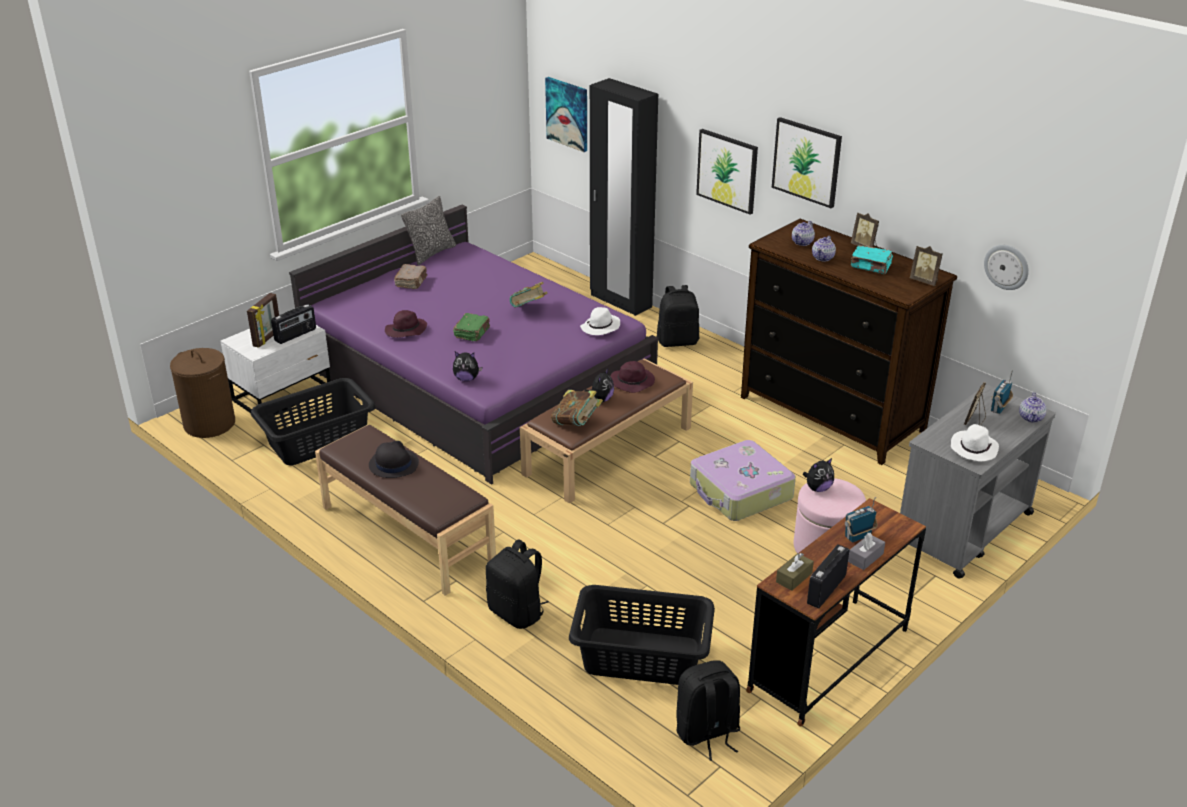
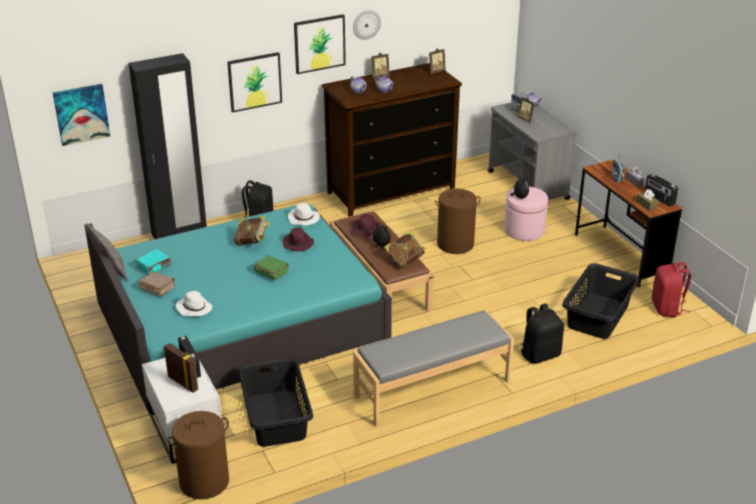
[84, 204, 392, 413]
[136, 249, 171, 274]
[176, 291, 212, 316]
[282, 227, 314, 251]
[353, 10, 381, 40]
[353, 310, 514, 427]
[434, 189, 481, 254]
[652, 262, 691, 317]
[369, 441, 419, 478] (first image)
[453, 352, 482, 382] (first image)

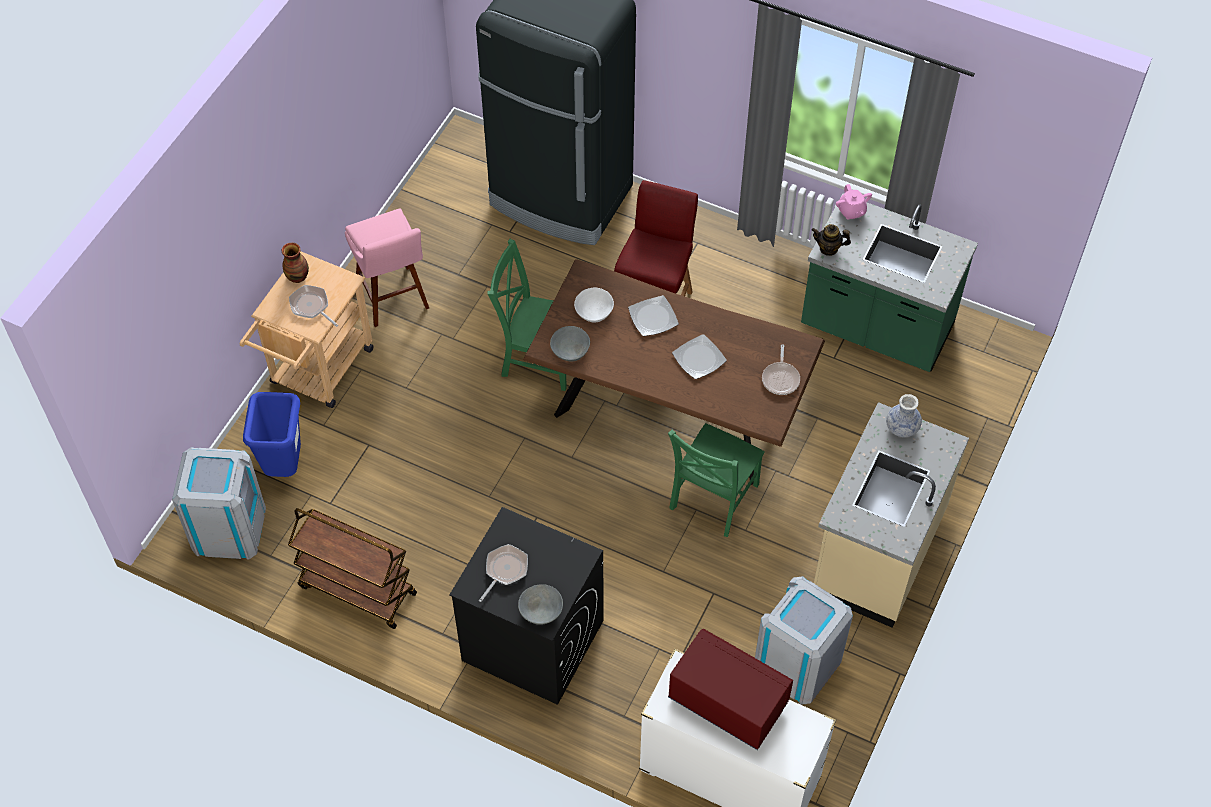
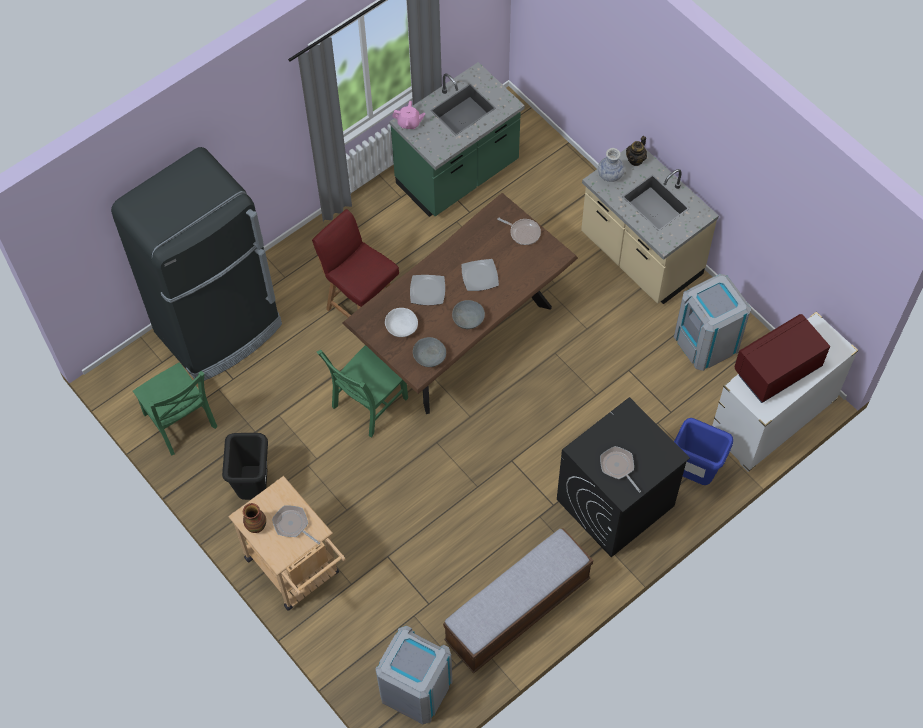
[133, 362, 217, 456]
[222, 433, 268, 500]
[272, 505, 320, 544]
[443, 528, 593, 673]
[452, 300, 485, 329]
[626, 136, 647, 166]
[674, 418, 733, 485]

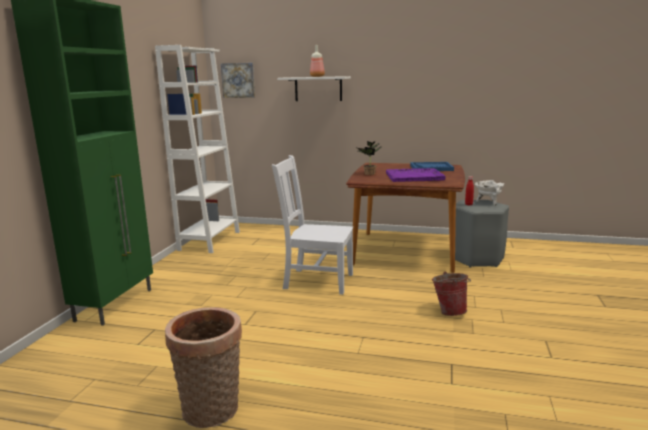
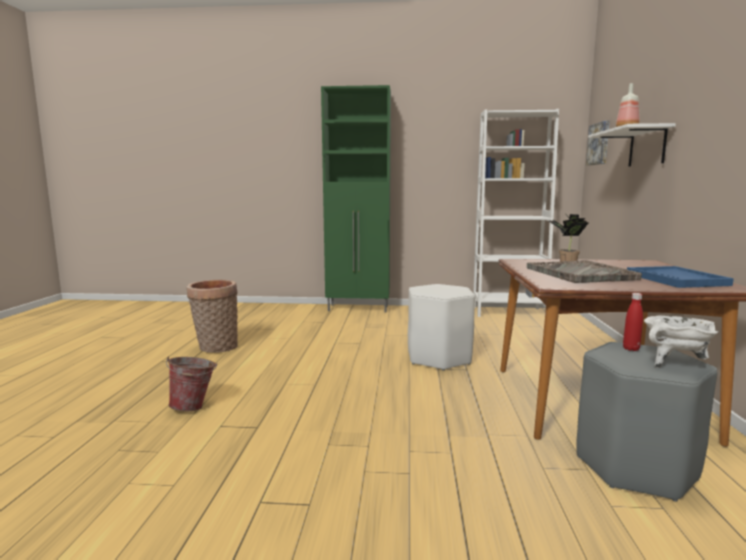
[166, 357, 217, 411]
[408, 284, 475, 371]
[527, 260, 642, 283]

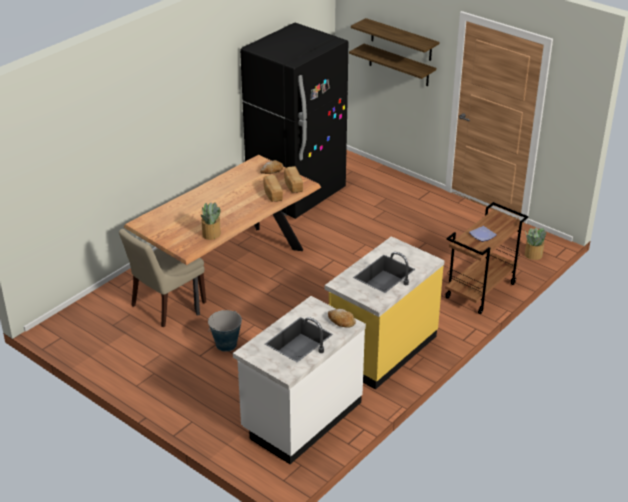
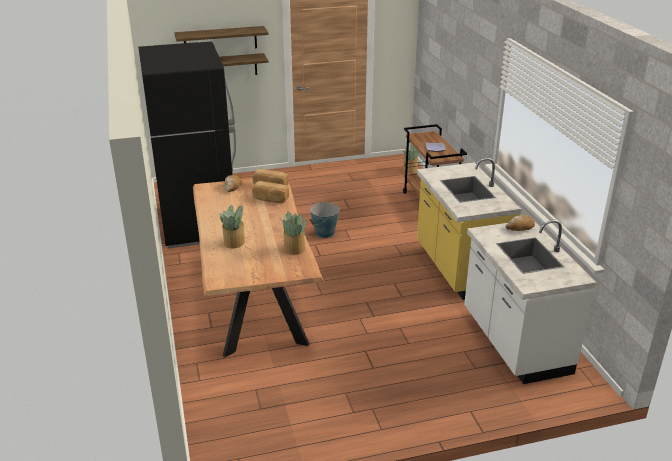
[219, 204, 245, 249]
[310, 201, 340, 238]
[119, 229, 206, 327] (first image)

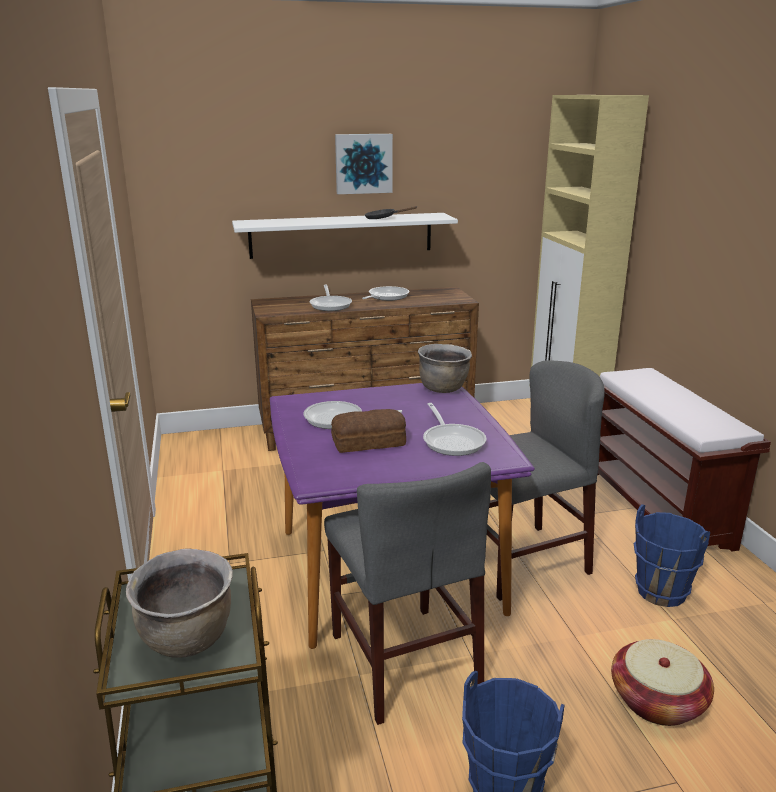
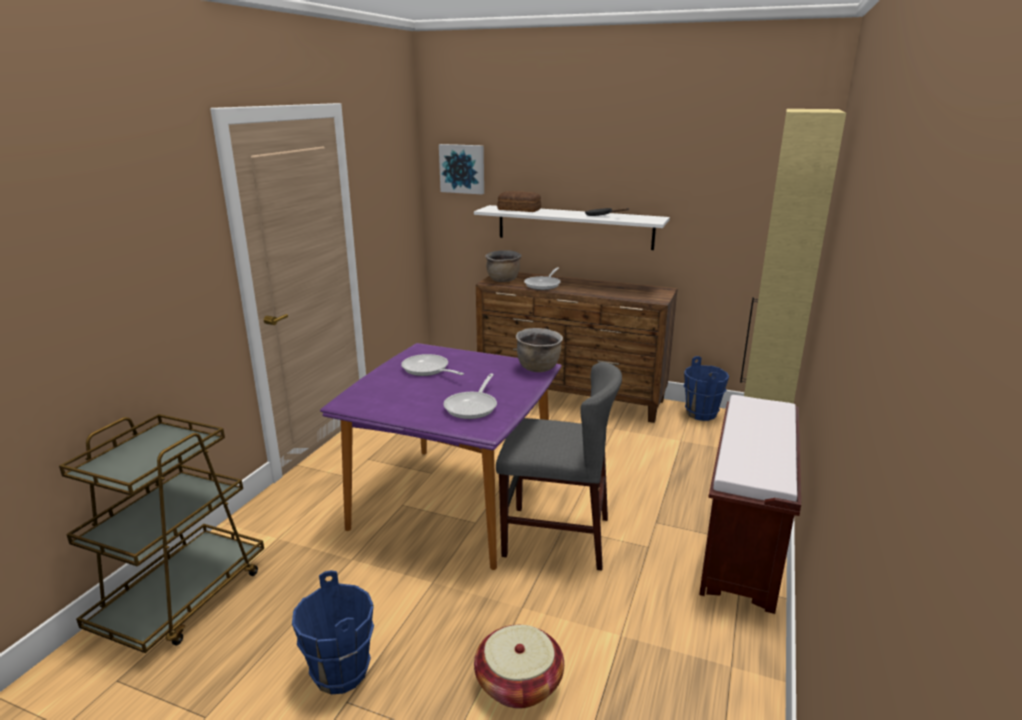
[439, 144, 484, 194]
[485, 250, 521, 282]
[497, 191, 541, 212]
[684, 356, 729, 421]
[324, 462, 491, 725] (first image)
[362, 286, 409, 301] (first image)

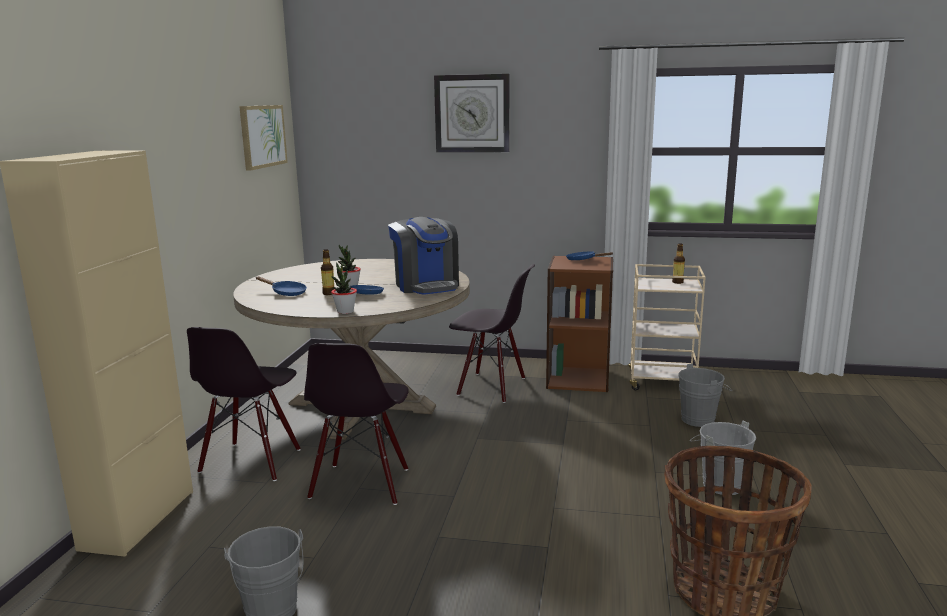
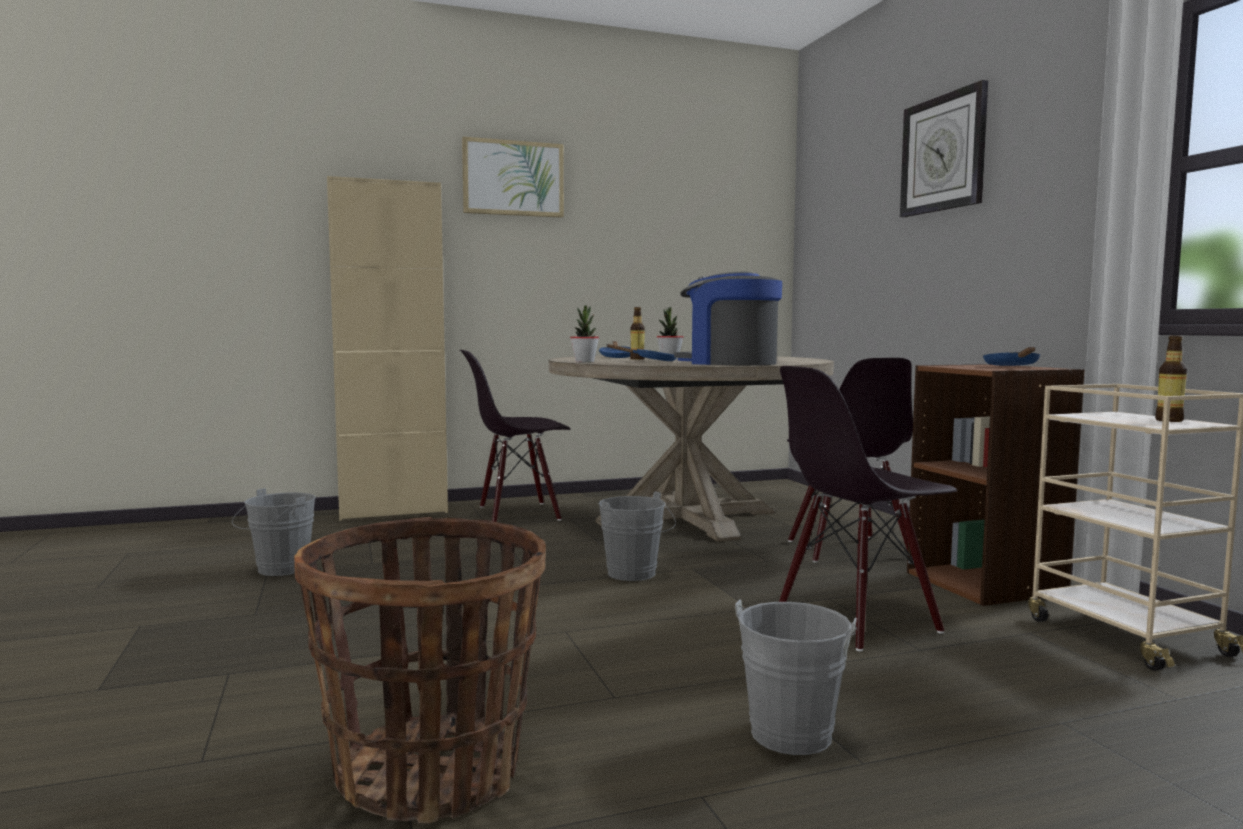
[462, 137, 564, 218]
[599, 491, 676, 581]
[674, 272, 782, 366]
[779, 366, 957, 651]

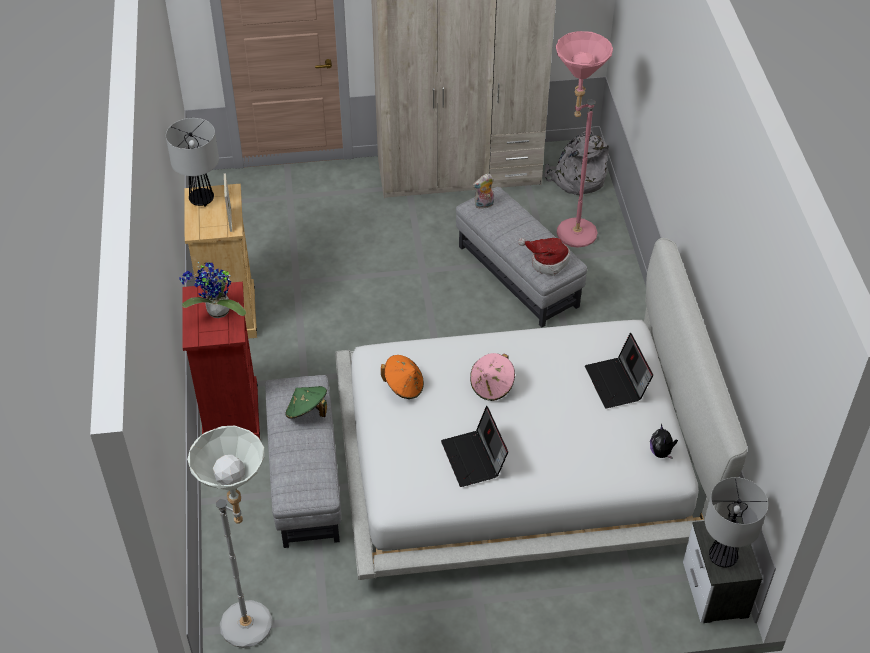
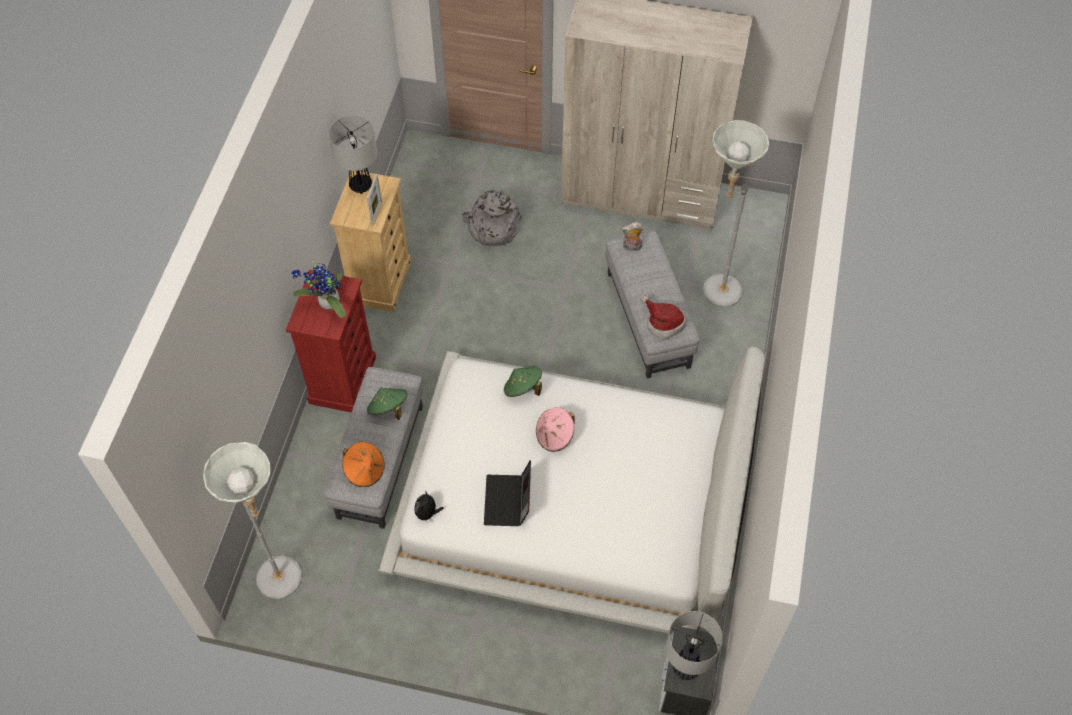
[342, 442, 384, 487]
[414, 492, 443, 523]
[462, 189, 522, 246]
[504, 366, 542, 397]
[703, 120, 769, 307]
[585, 333, 653, 408] (first image)

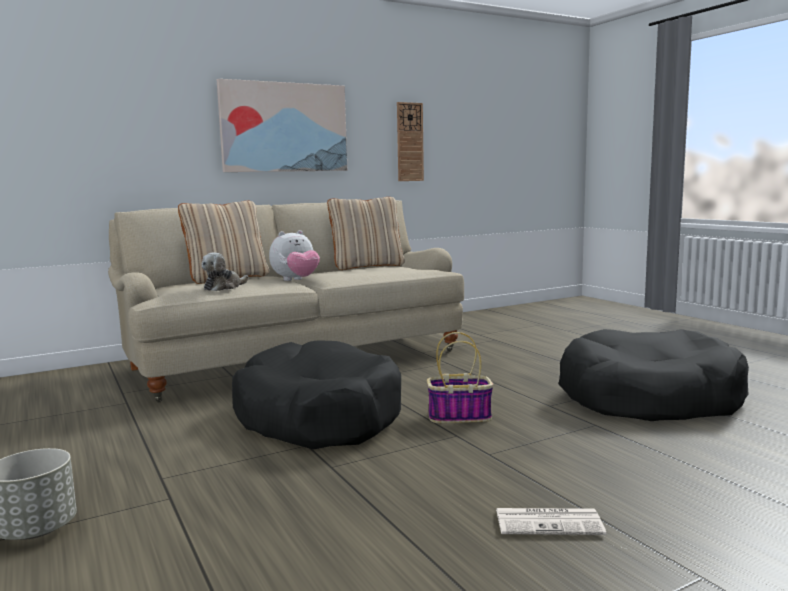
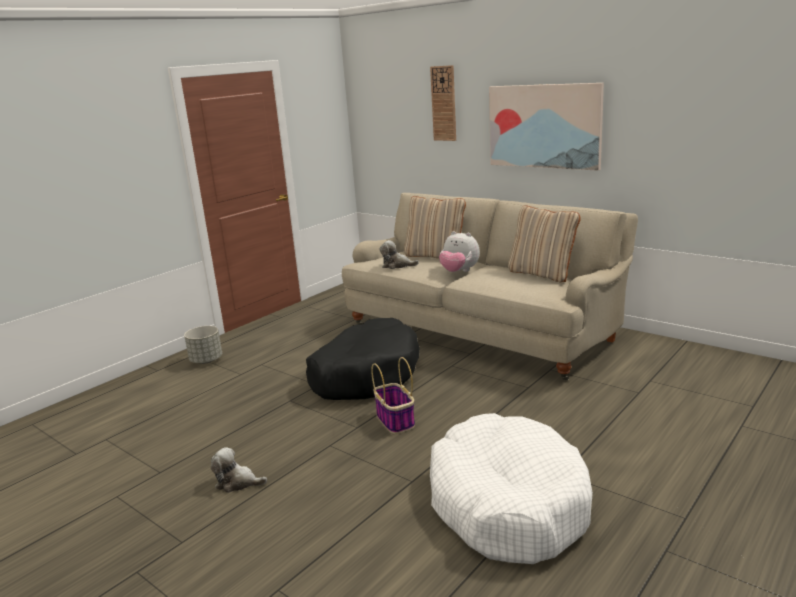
[211, 448, 267, 493]
[430, 65, 456, 141]
[430, 413, 593, 564]

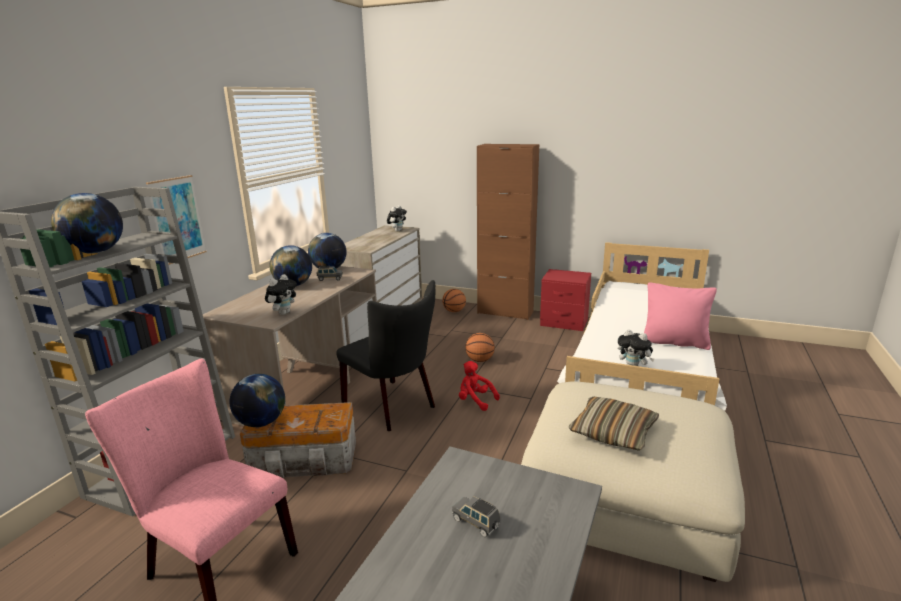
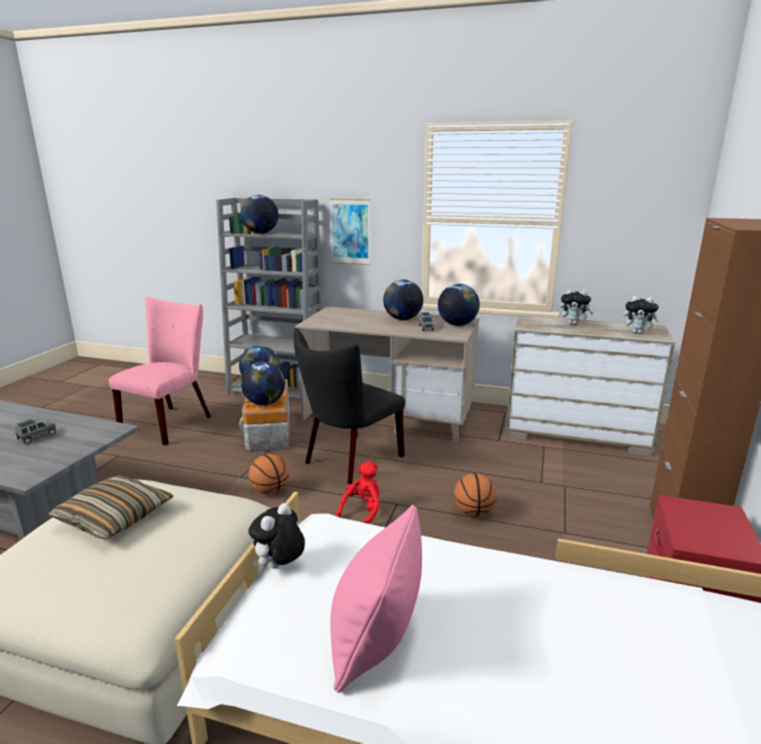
[241, 362, 285, 405]
[249, 454, 289, 494]
[560, 288, 594, 325]

